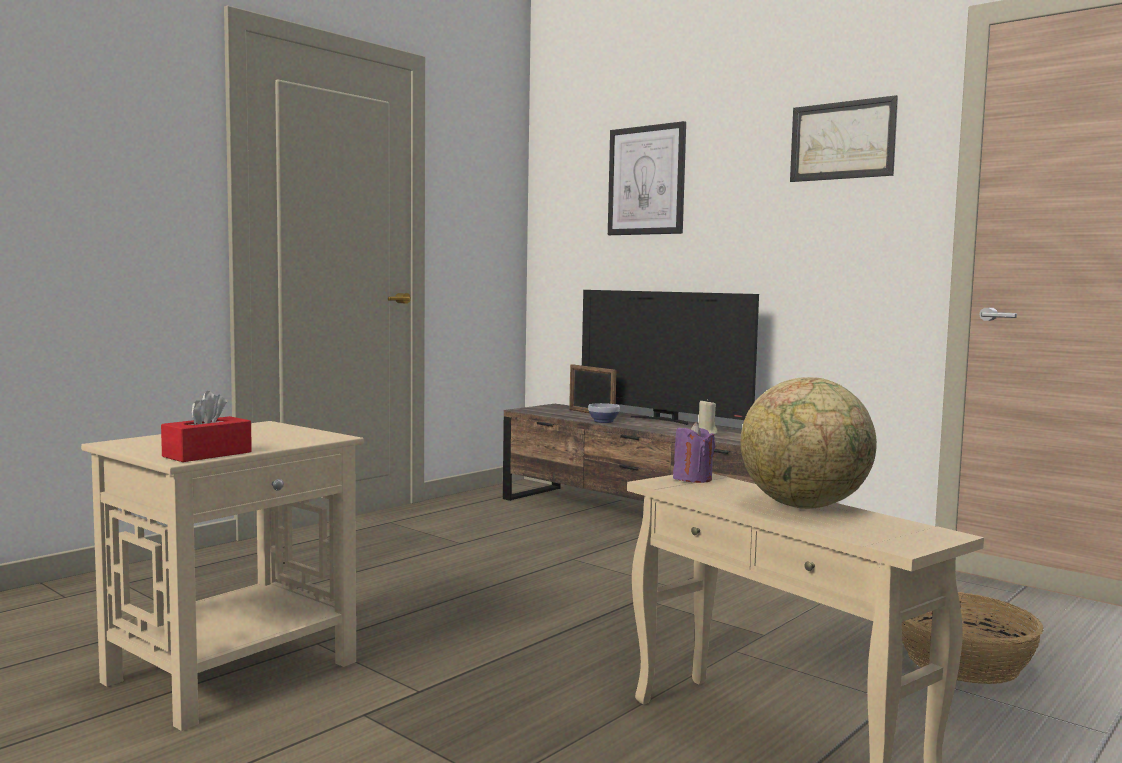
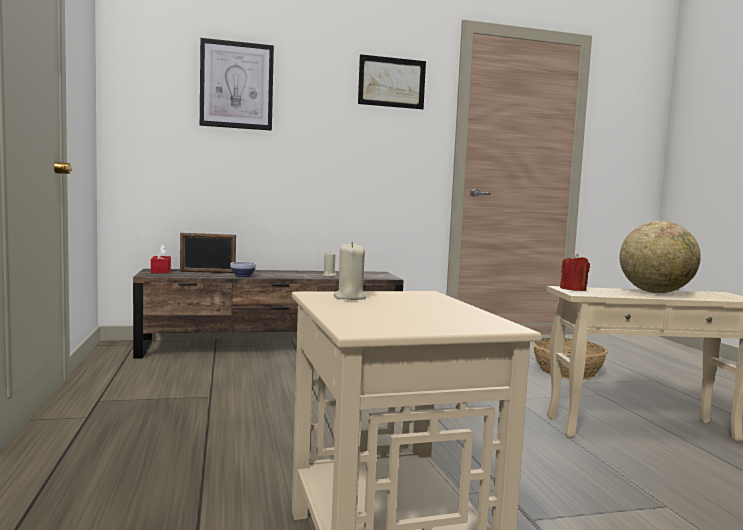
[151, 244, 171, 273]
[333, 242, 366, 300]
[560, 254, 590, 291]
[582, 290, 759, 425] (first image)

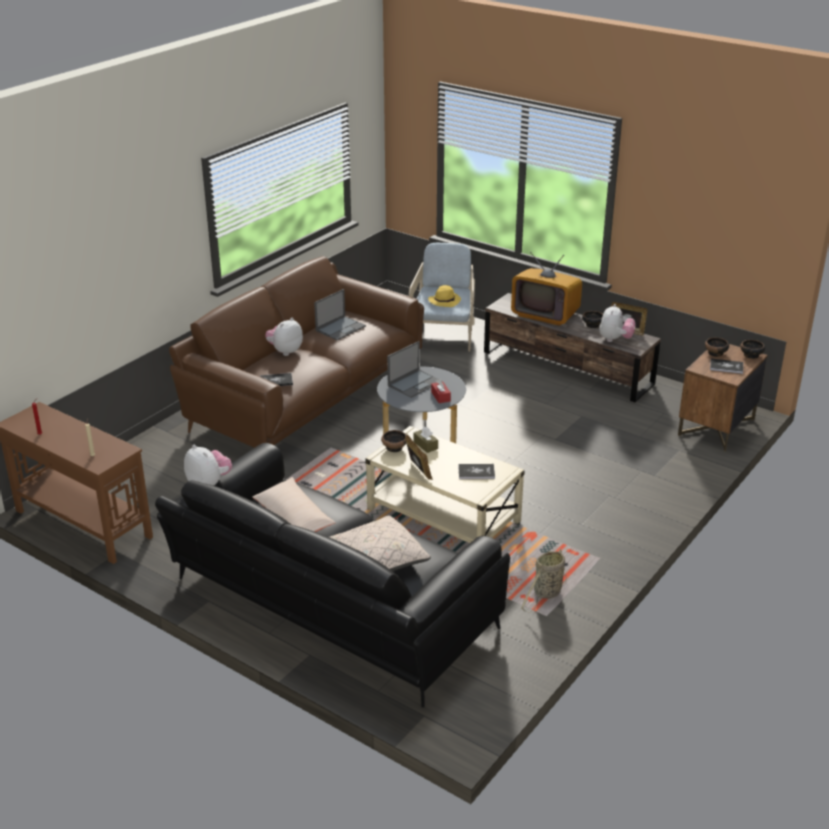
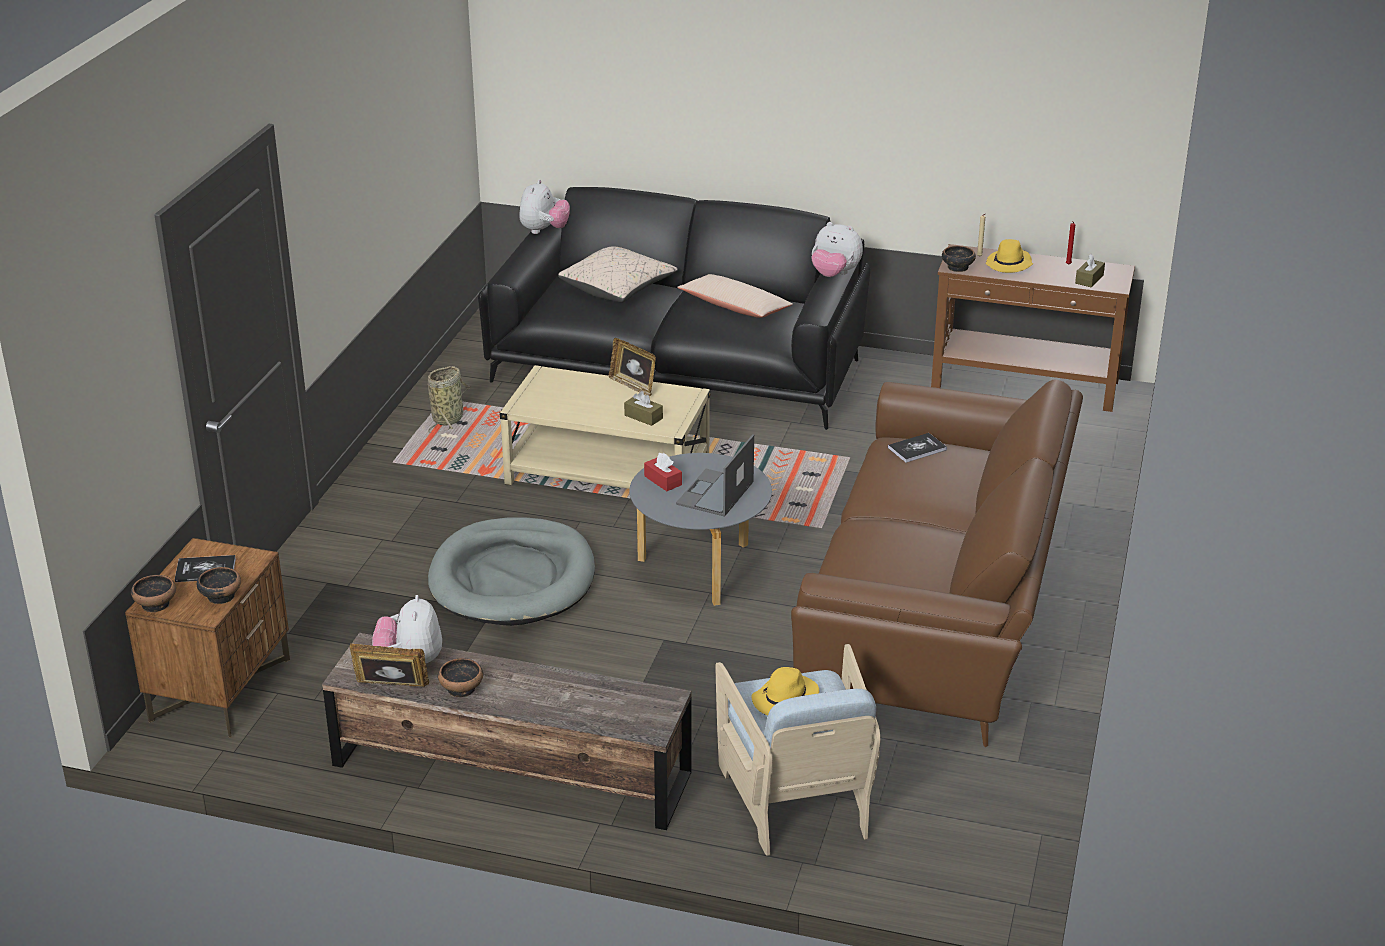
[428, 517, 595, 626]
[519, 179, 570, 234]
[942, 246, 976, 272]
[986, 239, 1033, 273]
[1075, 254, 1105, 287]
[314, 289, 366, 340] (first image)
[458, 464, 495, 479] (first image)
[511, 252, 582, 326] (first image)

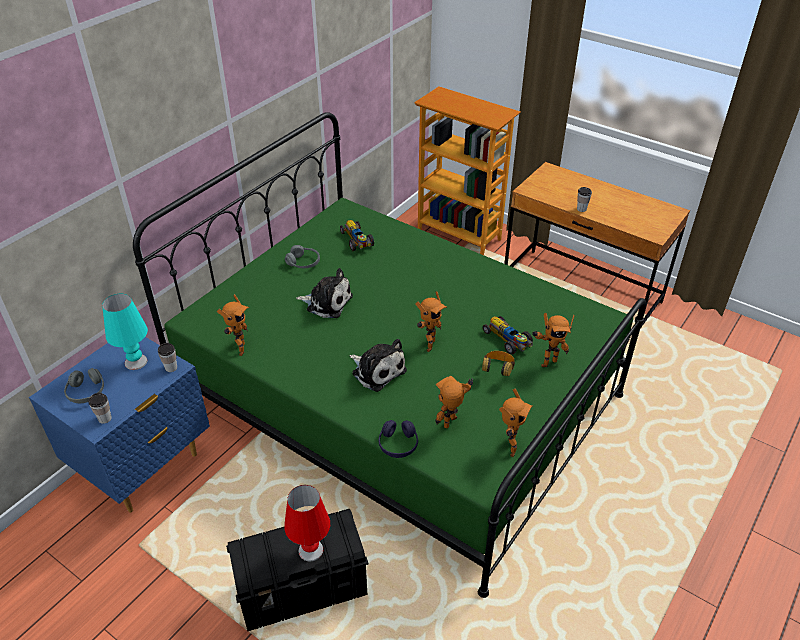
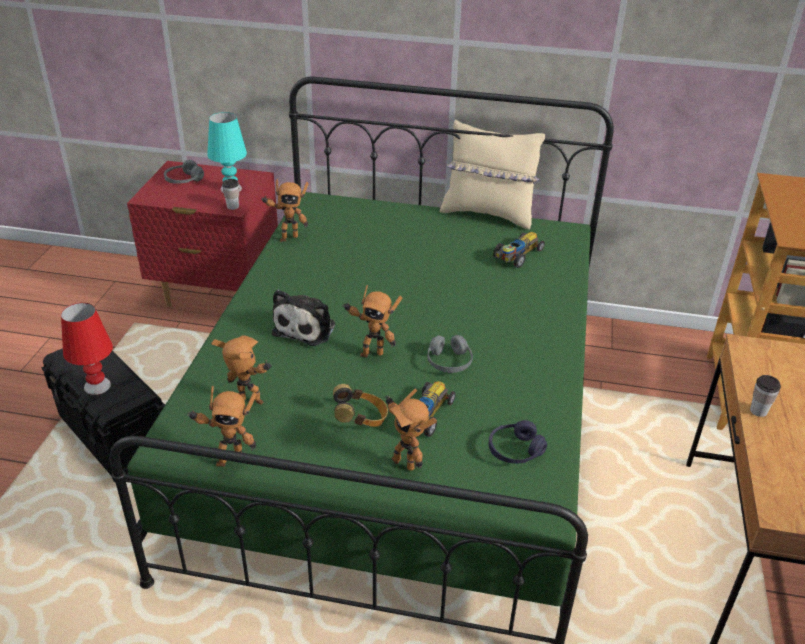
[127, 161, 278, 307]
[428, 335, 473, 373]
[440, 119, 545, 230]
[488, 420, 547, 464]
[88, 393, 112, 424] (first image)
[296, 268, 353, 318] (first image)

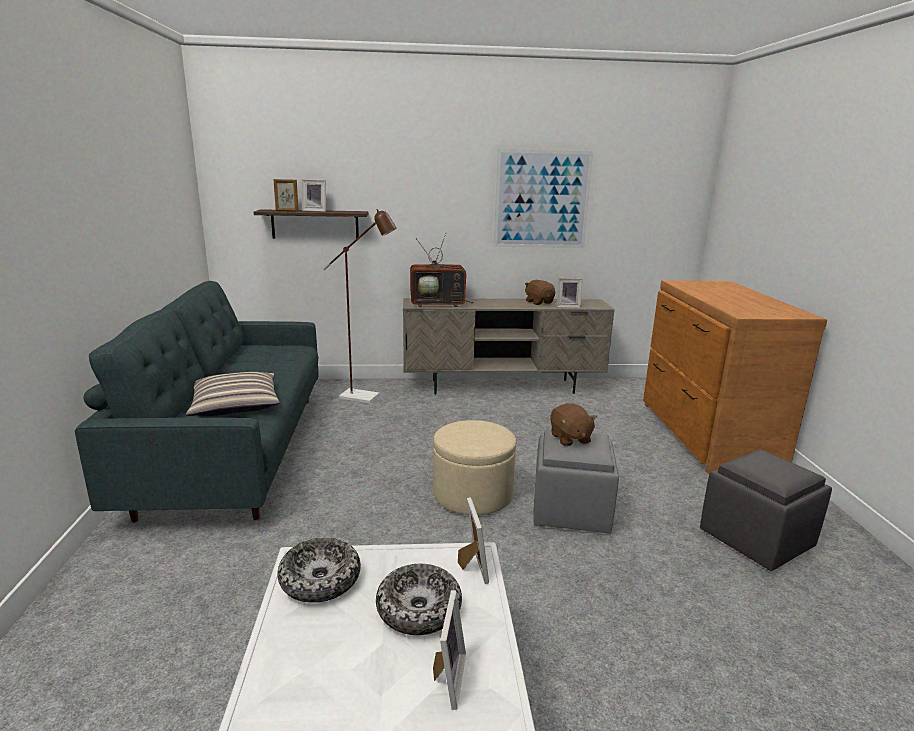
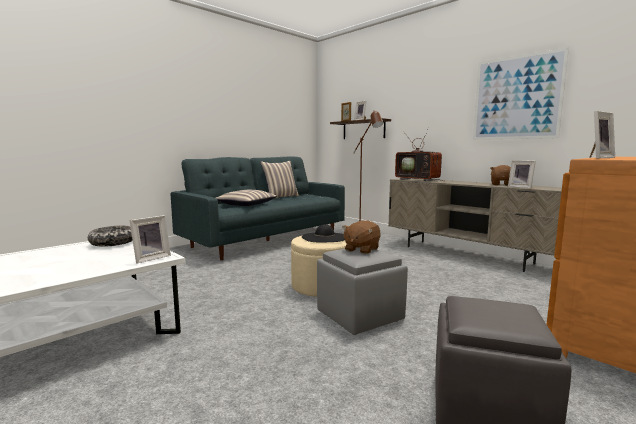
[260, 161, 299, 199]
[302, 224, 345, 243]
[589, 111, 615, 158]
[376, 564, 462, 635] (first image)

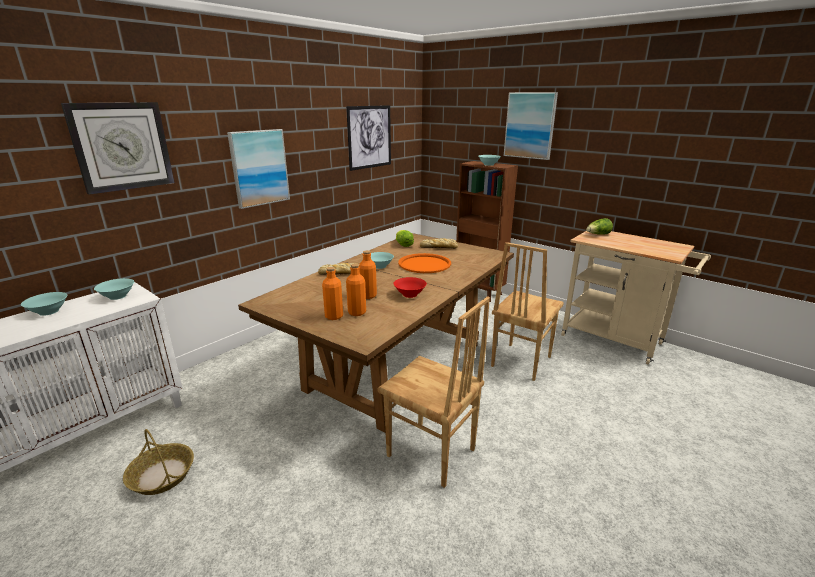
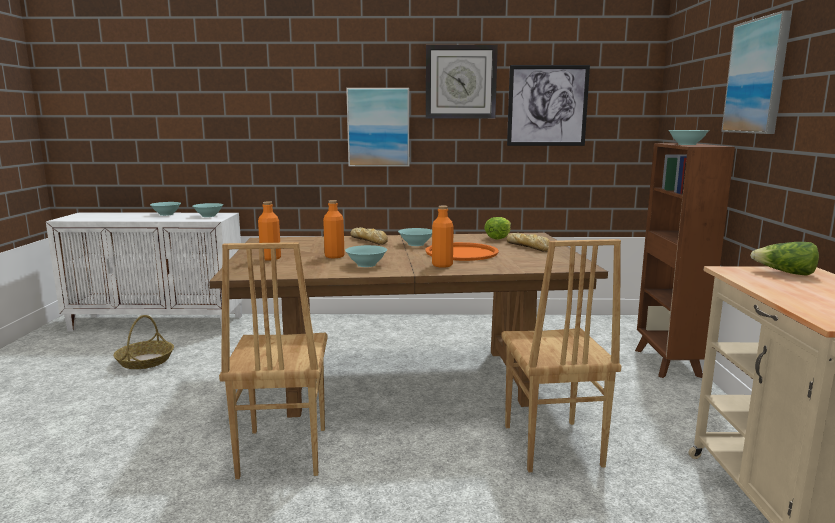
[345, 245, 387, 267]
[426, 45, 498, 119]
[432, 206, 454, 268]
[501, 239, 622, 472]

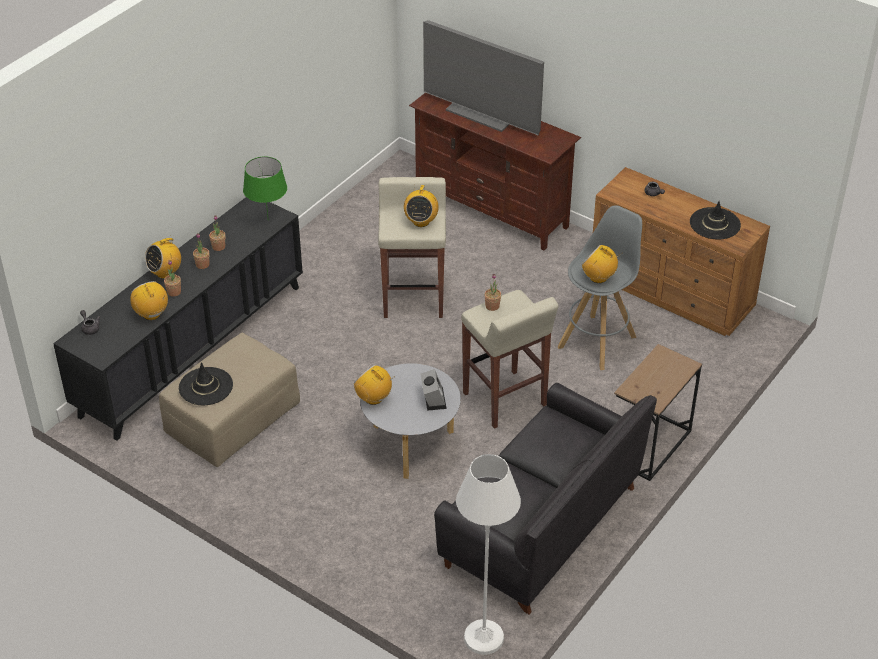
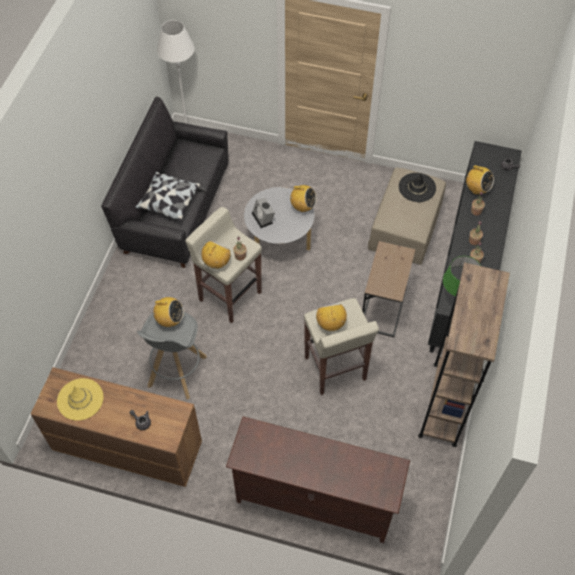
[57, 378, 104, 421]
[135, 172, 200, 222]
[201, 240, 231, 269]
[362, 241, 415, 337]
[418, 262, 510, 447]
[423, 20, 544, 135] (first image)

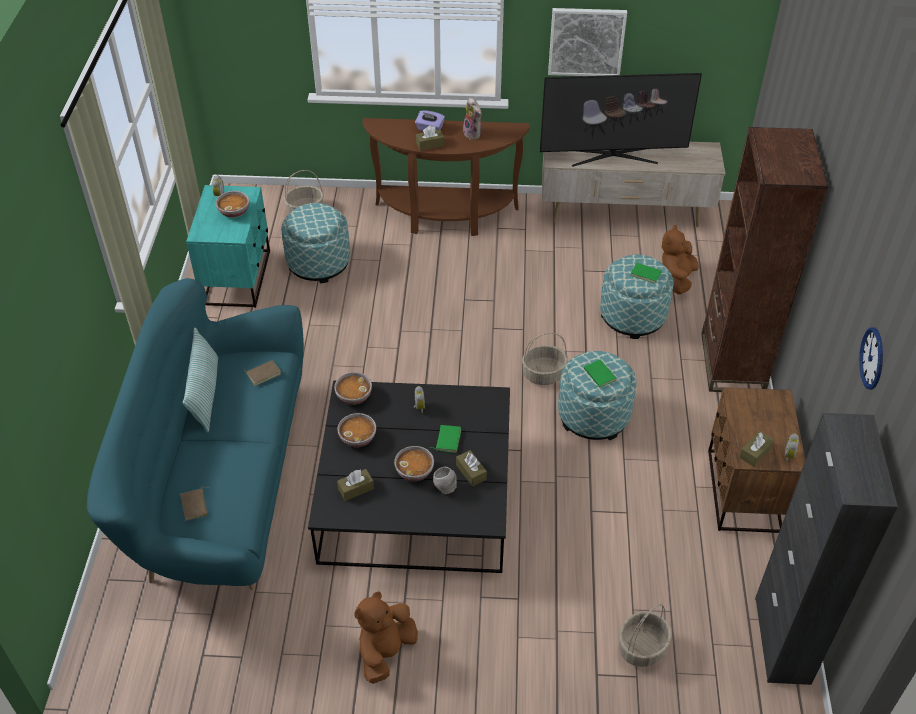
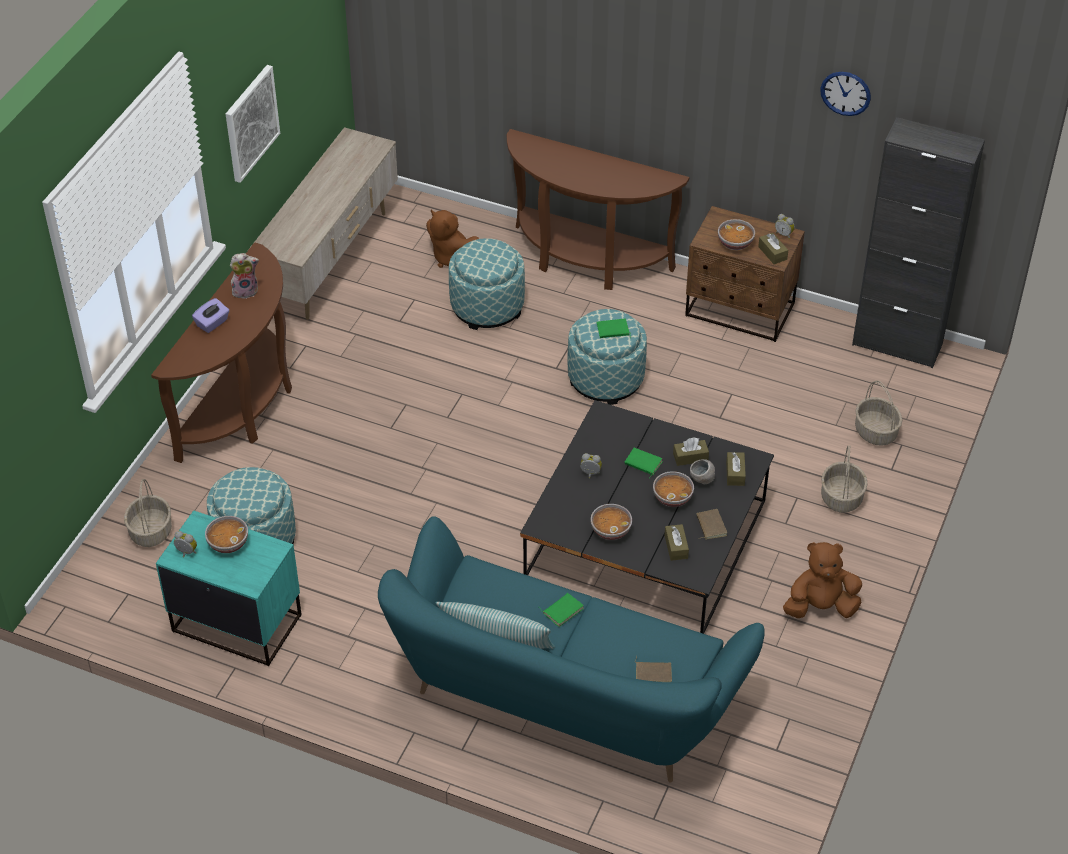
[507, 129, 689, 290]
[539, 593, 584, 627]
[696, 509, 727, 540]
[718, 219, 755, 250]
[726, 452, 746, 486]
[783, 542, 862, 618]
[821, 446, 868, 513]
[540, 73, 702, 167] (first image)

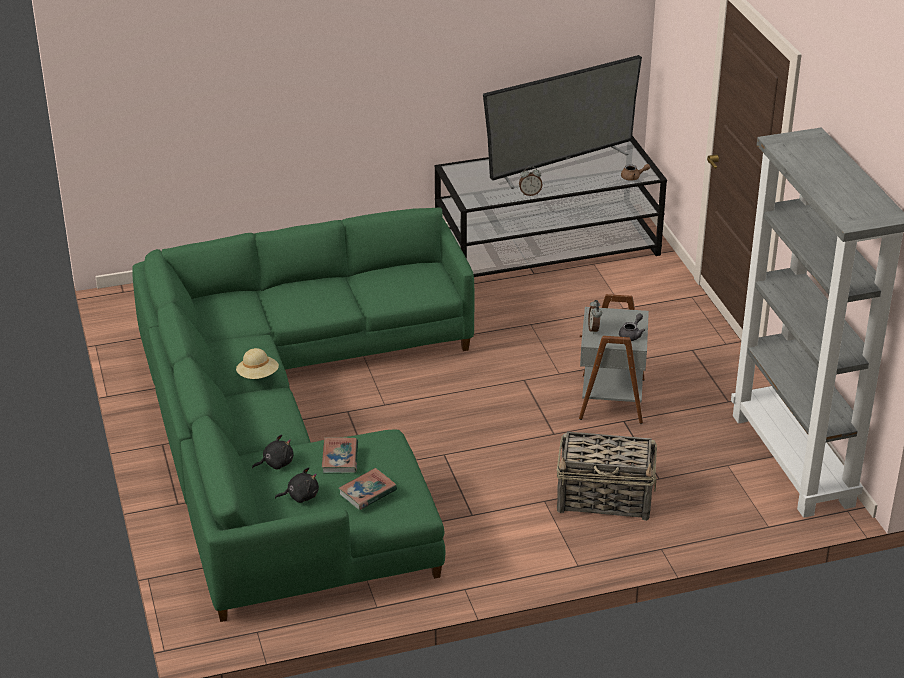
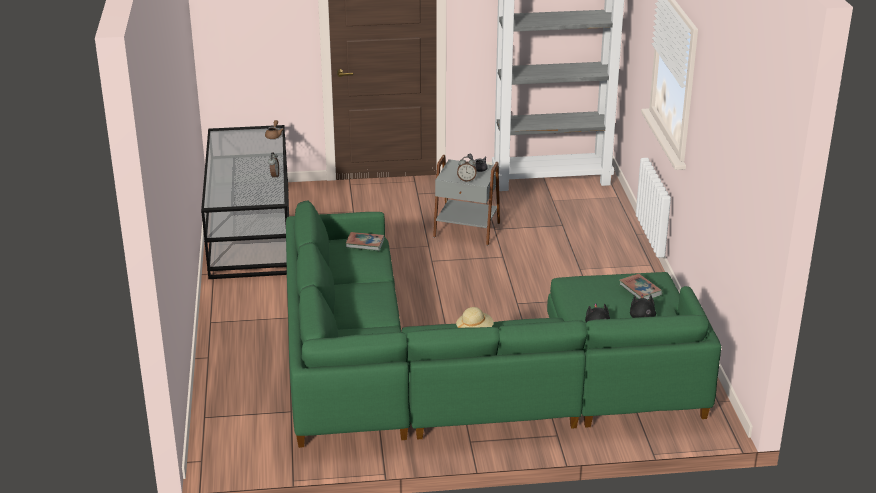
[346, 232, 385, 251]
[483, 55, 642, 189] (first image)
[557, 432, 657, 521] (first image)

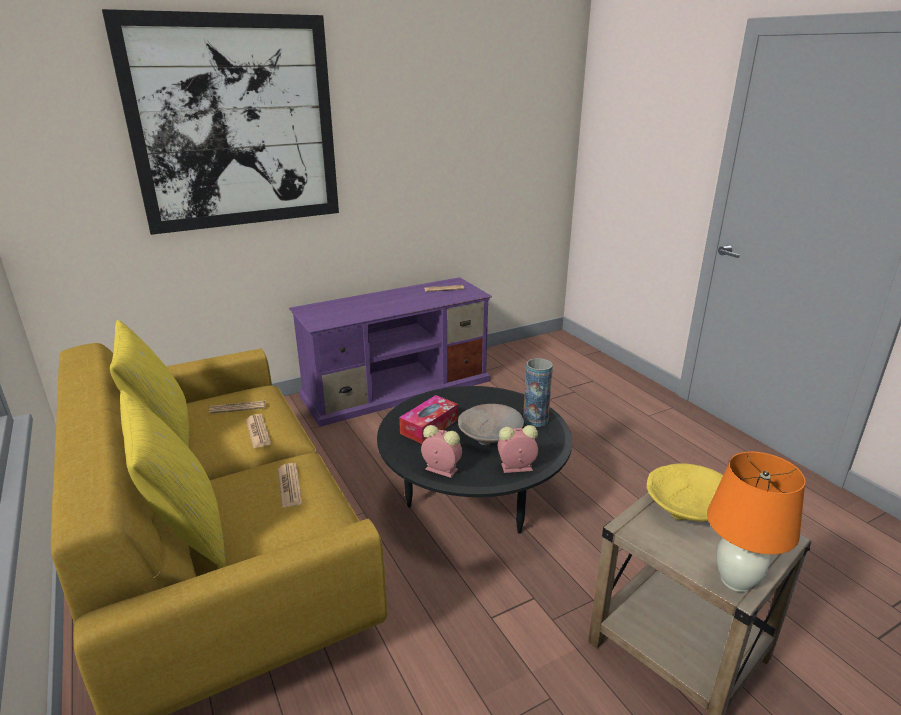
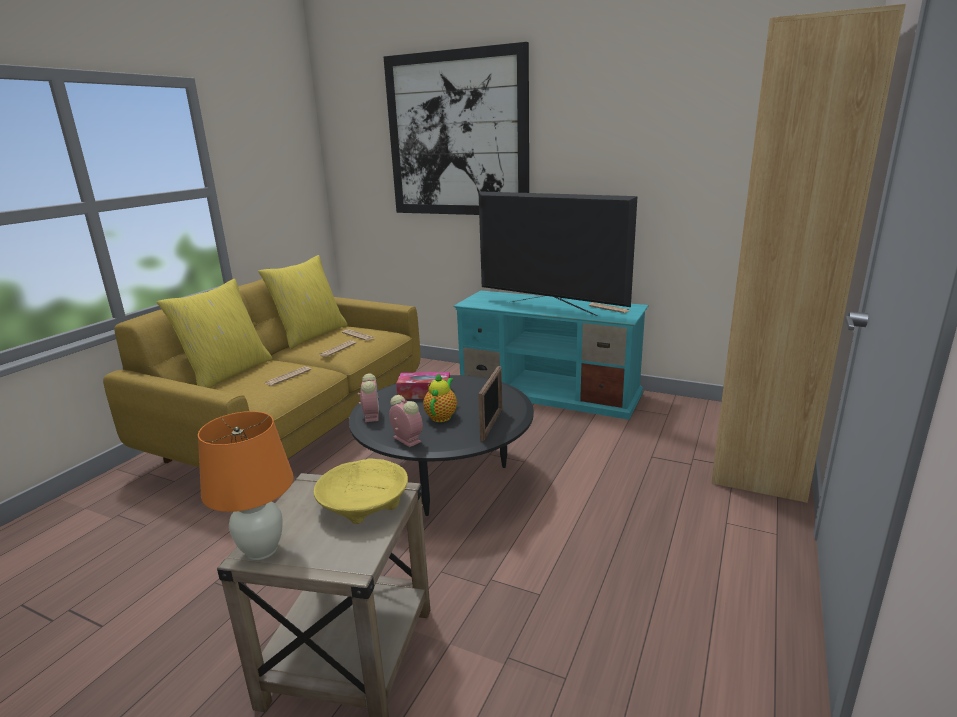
[423, 373, 457, 422]
[453, 290, 649, 420]
[478, 191, 638, 316]
[478, 366, 502, 442]
[711, 4, 906, 503]

